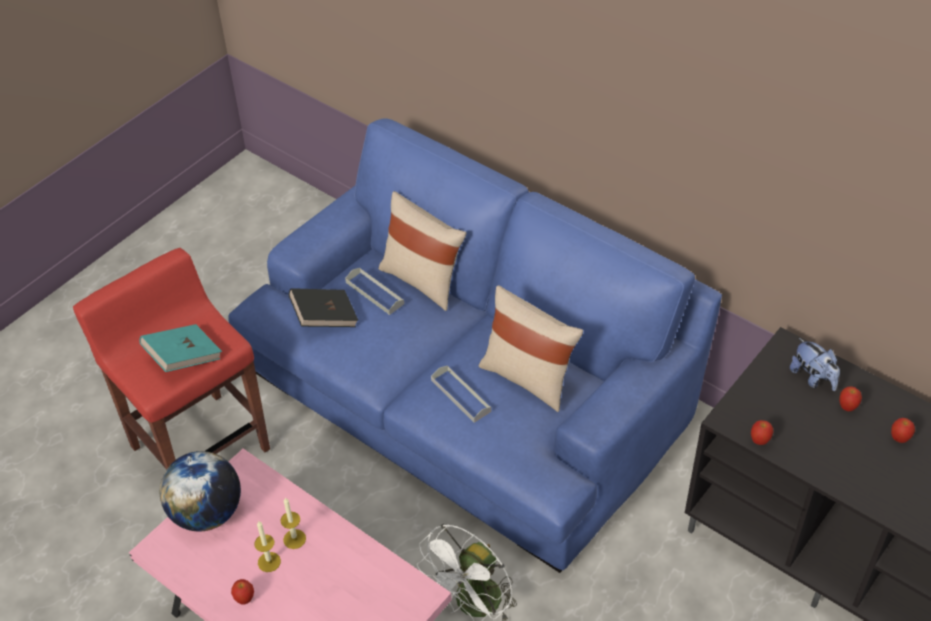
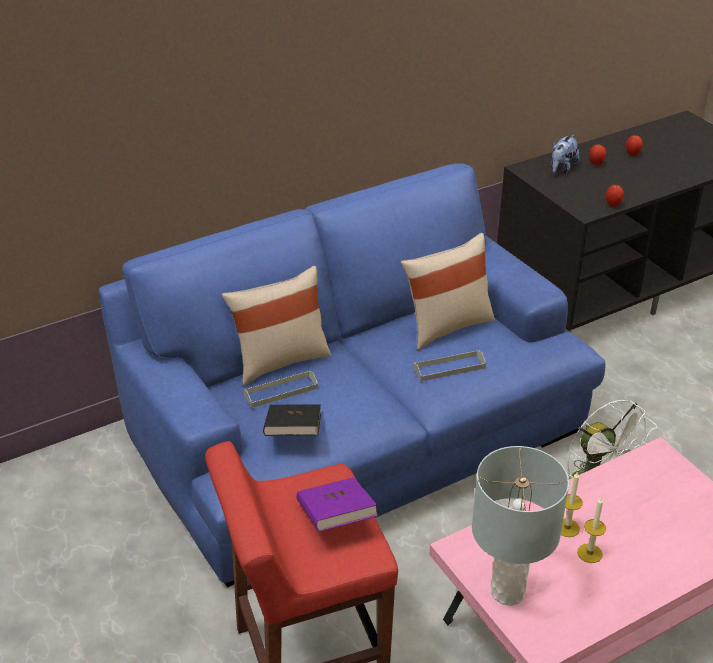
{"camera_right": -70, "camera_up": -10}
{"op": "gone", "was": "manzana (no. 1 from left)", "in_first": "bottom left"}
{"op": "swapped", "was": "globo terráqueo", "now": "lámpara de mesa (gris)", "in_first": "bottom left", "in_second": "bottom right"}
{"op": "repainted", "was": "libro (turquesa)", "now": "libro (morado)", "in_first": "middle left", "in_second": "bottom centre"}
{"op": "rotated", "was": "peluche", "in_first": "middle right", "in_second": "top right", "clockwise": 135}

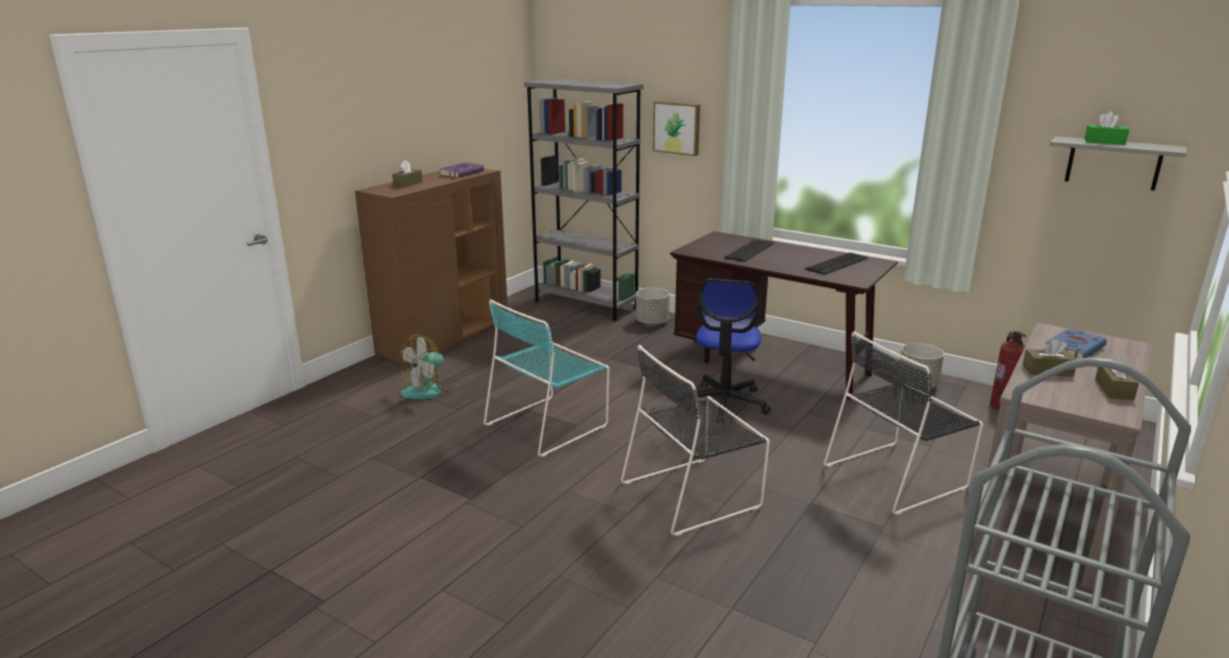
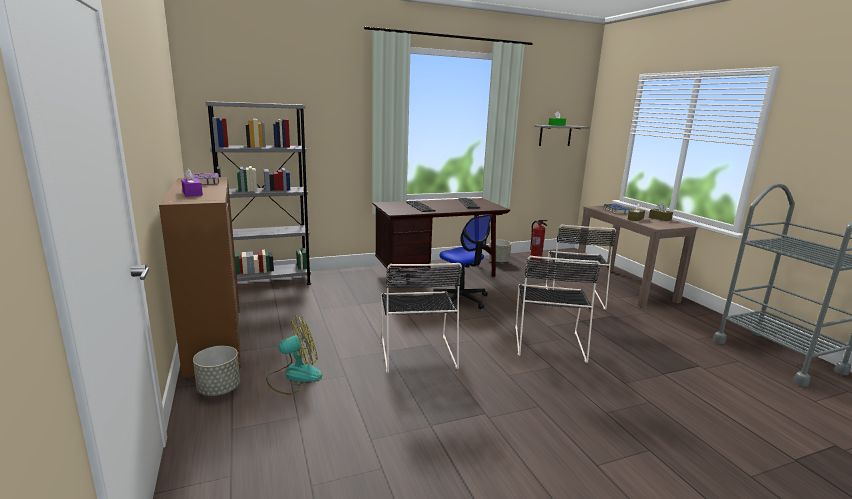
{"camera_right": -55, "camera_up": -5}
{"op": "gone", "was": "cuadro", "in_first": "top centre"}
{"op": "shifted", "was": "maceta (gris) (no. 1 from left)", "in_first": "centre", "in_second": "bottom left"}
{"op": "repainted", "was": "caja de pañuelos (marrón) (no. 1 from left)", "now": "caja de pañuelos (morado)", "in_first": "top left", "in_second": "middle left"}
{"op": "repainted", "was": "silla (turquesa)", "now": "silla (negro) (no. 1 from left)", "in_first": "centre", "in_second": "centre"}
{"op": "rotated", "was": "ventilador", "in_first": "centre", "in_second": "bottom centre", "clockwise": -105}

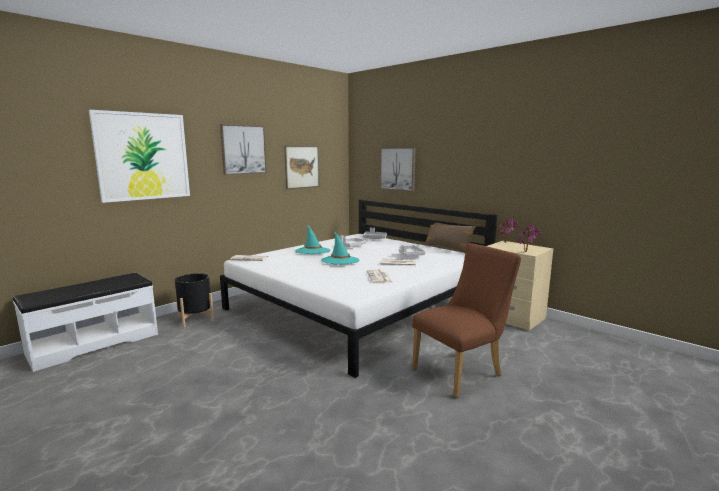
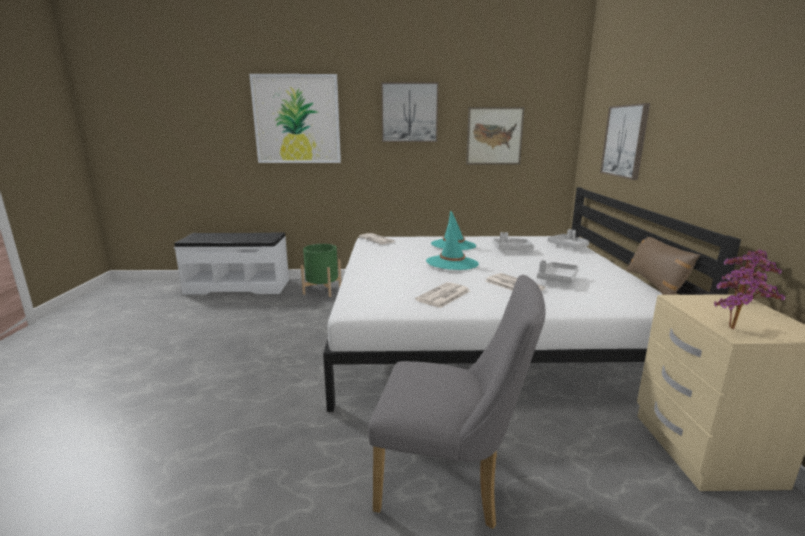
{"camera_right": 45, "camera_up": 5}
{"op": "repainted", "was": "maceta (negro)", "now": "maceta (verde)", "in_first": "middle left", "in_second": "centre"}
{"op": "repainted", "was": "silla (marrón)", "now": "silla (gris)", "in_first": "centre", "in_second": "bottom centre"}

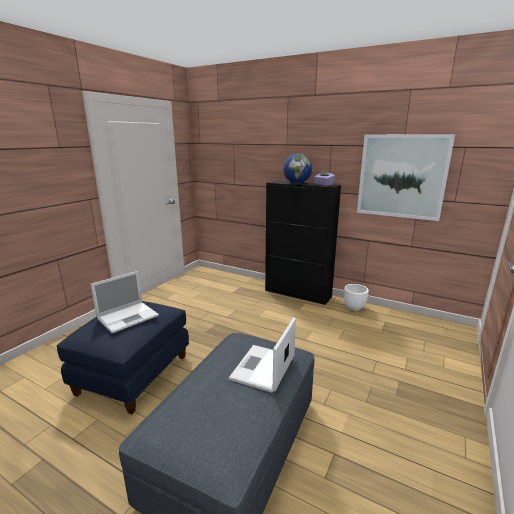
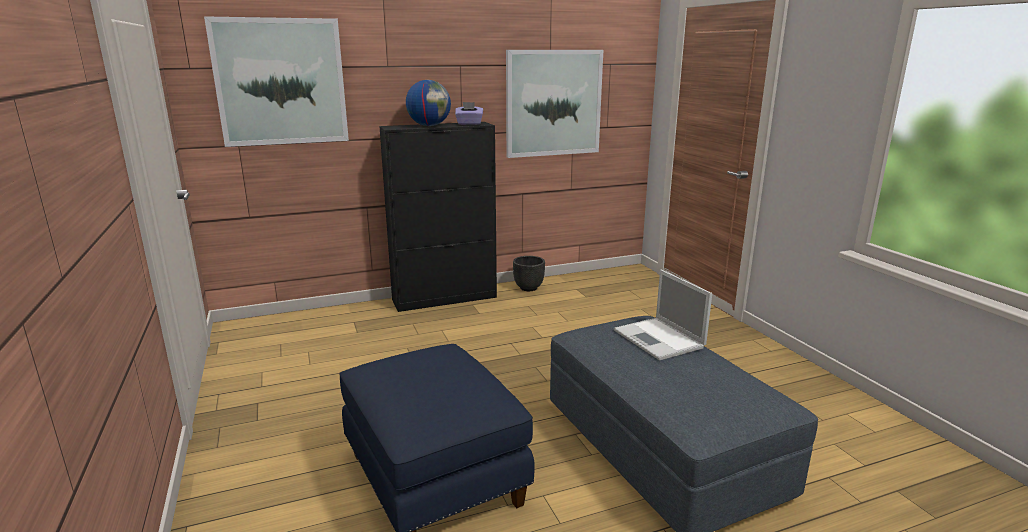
{"camera_right": -50, "camera_up": 0}
{"op": "gone", "was": "portátil (no. 1 from left)", "in_first": "middle left"}
{"op": "new", "now": "cuadro (no. 1 from left)", "in_second": "top left"}
{"op": "repainted", "was": "maceta (blanco)", "now": "maceta (negro)", "in_first": "middle right", "in_second": "centre"}

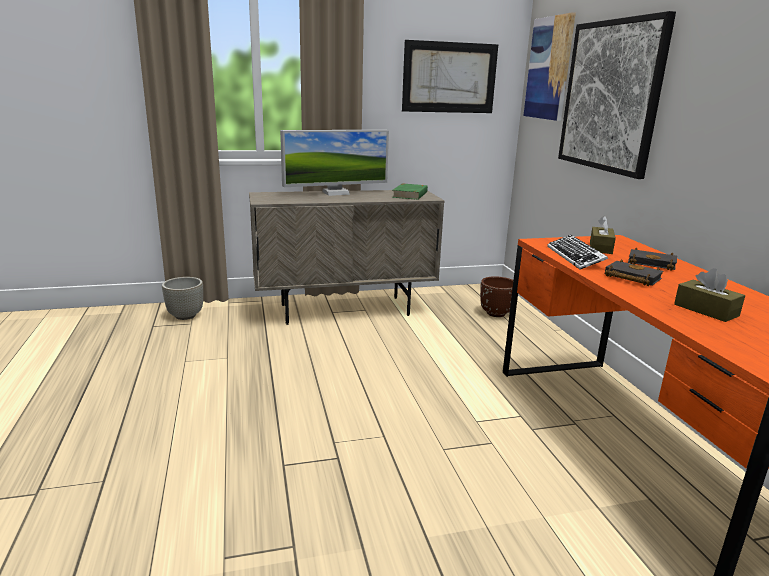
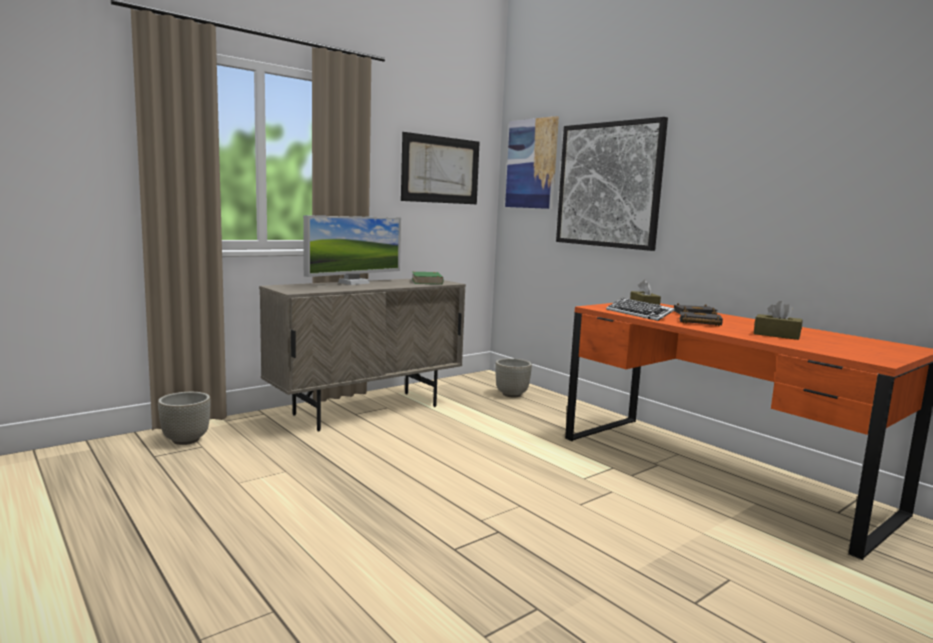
{"camera_right": -25, "camera_up": -10}
{"op": "repainted", "was": "maceta (marrón)", "now": "maceta (gris) (no. 2 from left)", "in_first": "centre", "in_second": "centre"}

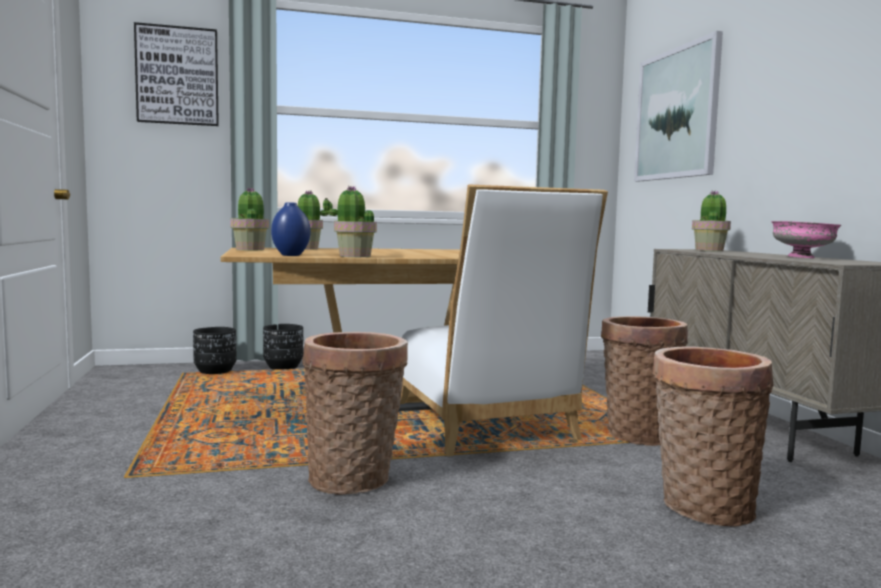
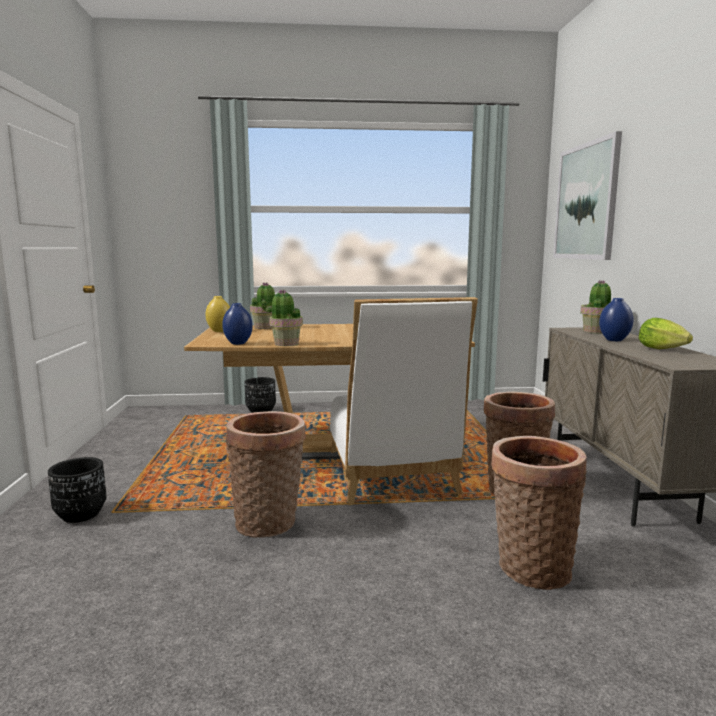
{"camera_right": 10, "camera_up": 5}
{"op": "gone", "was": "cuadro (no. 1 from left)", "in_first": "top left"}
{"op": "new", "now": "florero (azul) (no. 2 from left)", "in_second": "middle right"}
{"op": "shifted", "was": "maceta (negro) (no. 1 from left)", "in_first": "middle left", "in_second": "bottom left"}
{"op": "swapped", "was": "planta en maceta (no. 1 from left)", "now": "florero (amarillo)", "in_first": "middle left", "in_second": "middle left"}
{"op": "swapped", "was": "cuenco (rosa)", "now": "lechuga", "in_first": "middle right", "in_second": "middle right"}

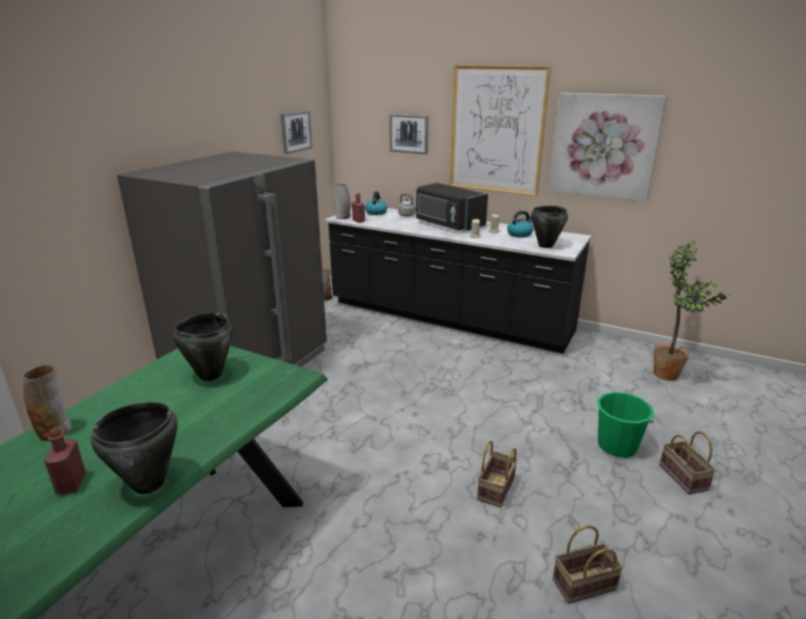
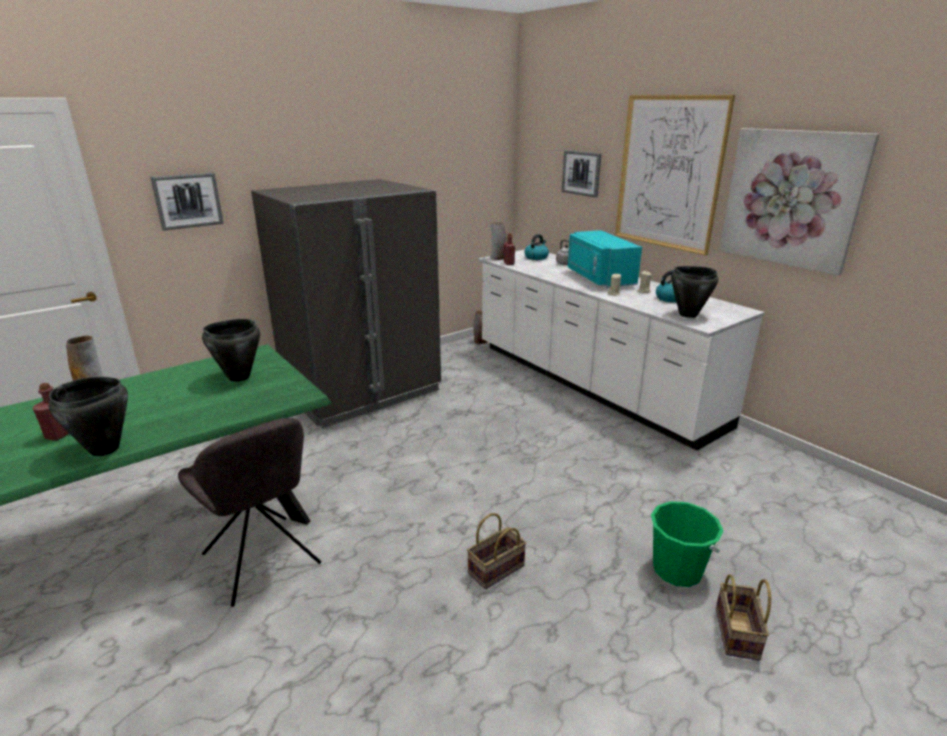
{"camera_right": 25, "camera_up": 0}
{"op": "gone", "was": "cesta (no. 2 from left)", "in_first": "bottom right"}
{"op": "gone", "was": "planta en maceta", "in_first": "middle right"}
{"op": "new", "now": "silla (gris)", "in_second": "bottom left"}
{"op": "shifted", "was": "cuadro (no. 1 from left)", "in_first": "top centre", "in_second": "top left"}
{"op": "repainted", "was": "mueble bajo de cocina (negro)", "now": "mueble bajo de cocina (blanco)", "in_first": "centre", "in_second": "centre"}
{"op": "repainted", "was": "microondas (negro)", "now": "microondas (turquesa)", "in_first": "centre", "in_second": "centre"}

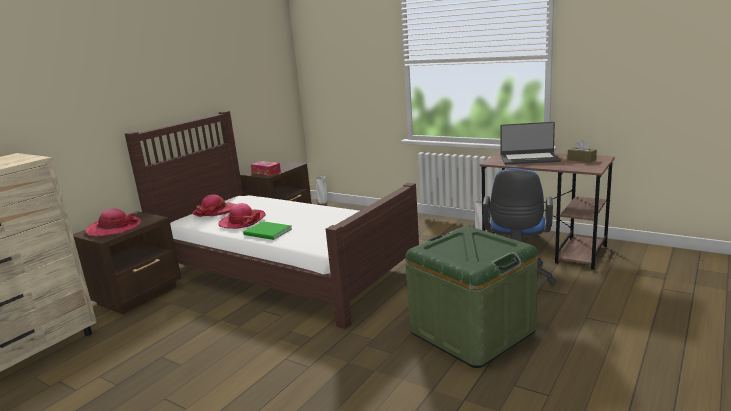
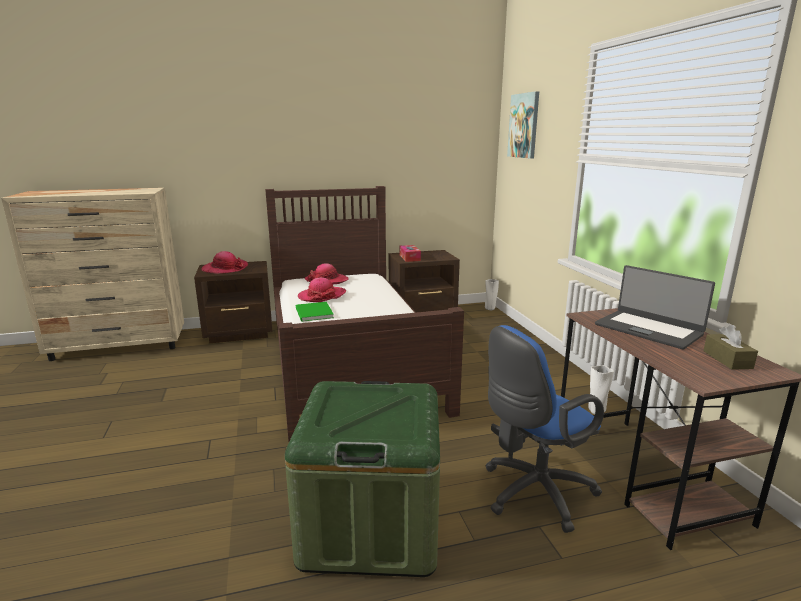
{"camera_right": 40, "camera_up": 0}
{"op": "new", "now": "cuadro", "in_second": "top centre"}

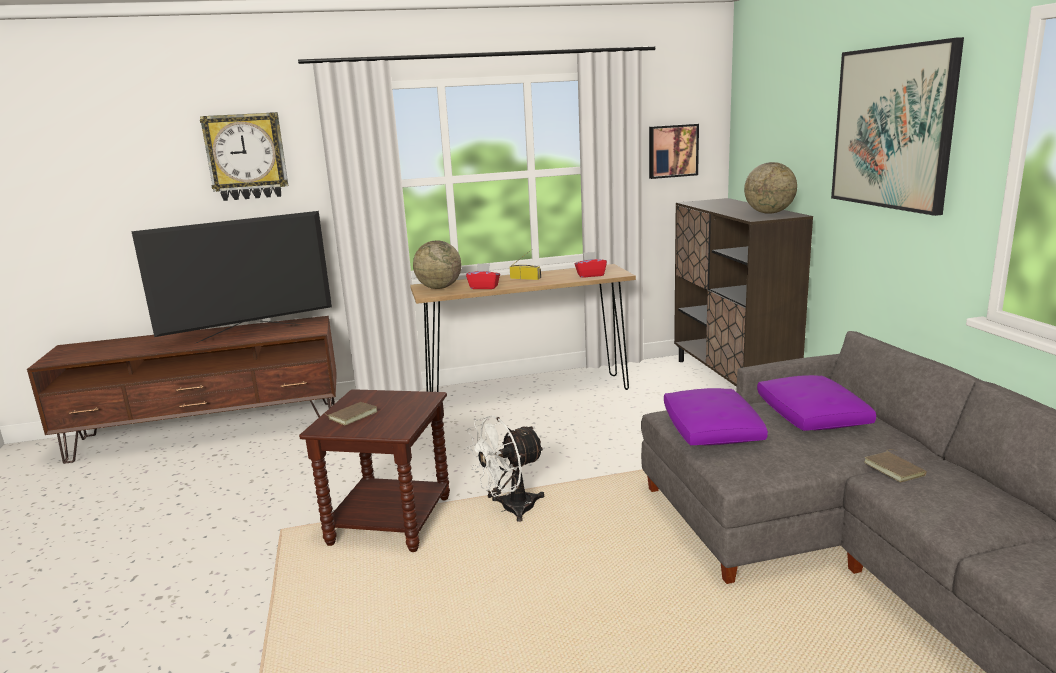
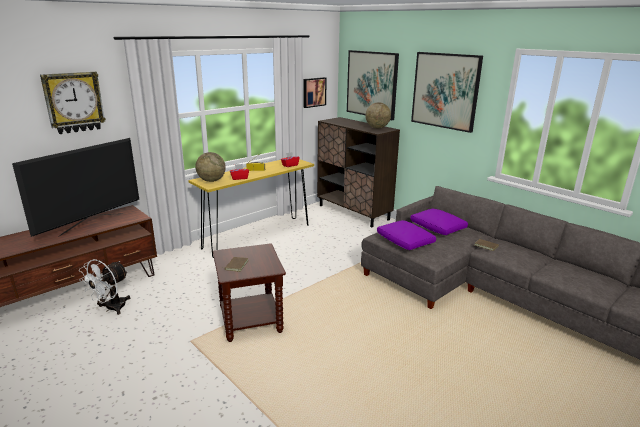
{"camera_right": -30, "camera_up": 5}
{"op": "new", "now": "cuadro (no. 2 from left)", "in_second": "top centre"}
{"op": "shifted", "was": "ventilador (blanco)", "in_first": "bottom centre", "in_second": "bottom left"}
{"op": "repainted", "was": "mesa consola (marrón)", "now": "mesa consola (amarillo)", "in_first": "centre", "in_second": "centre"}

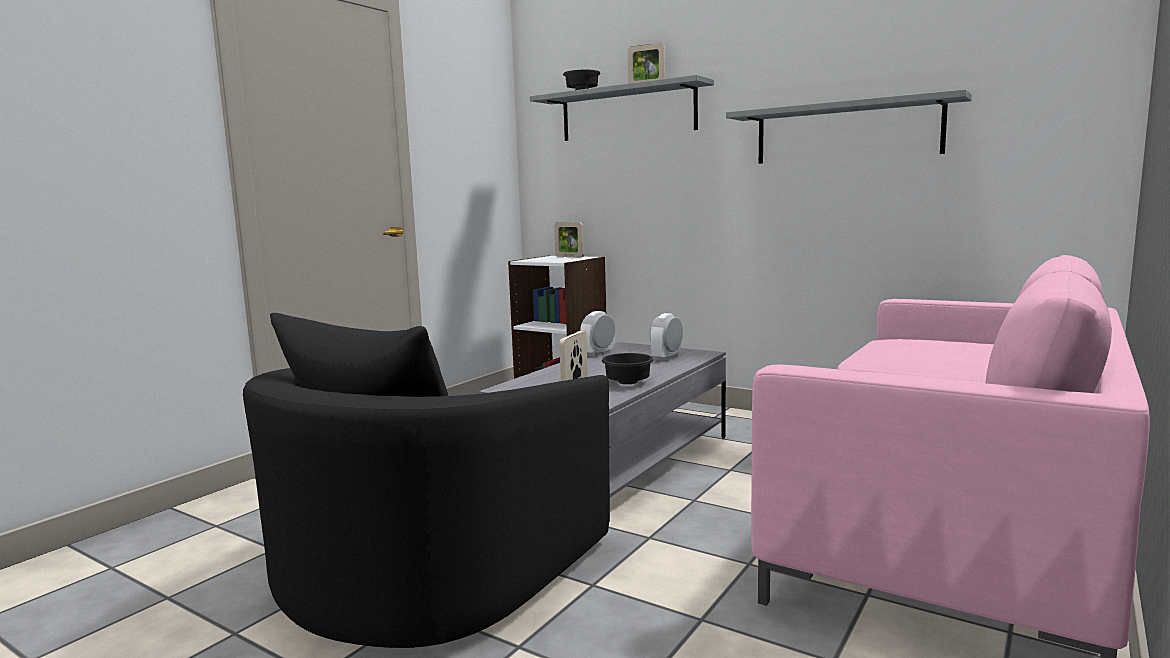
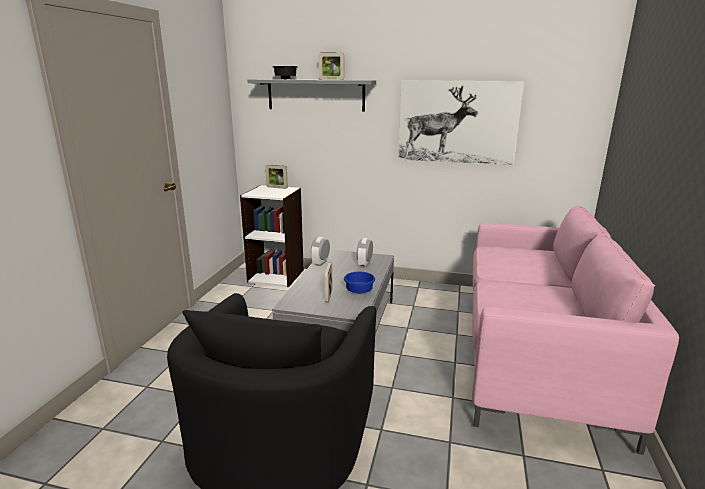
{"camera_right": -20, "camera_up": 10}
{"op": "swapped", "was": "estante (gris) (no. 2 from left)", "now": "cuadro", "in_first": "top right", "in_second": "top centre"}
{"op": "repainted", "was": "cuenco (negro) (no. 2 from left)", "now": "cuenco (azul)", "in_first": "centre", "in_second": "centre"}

